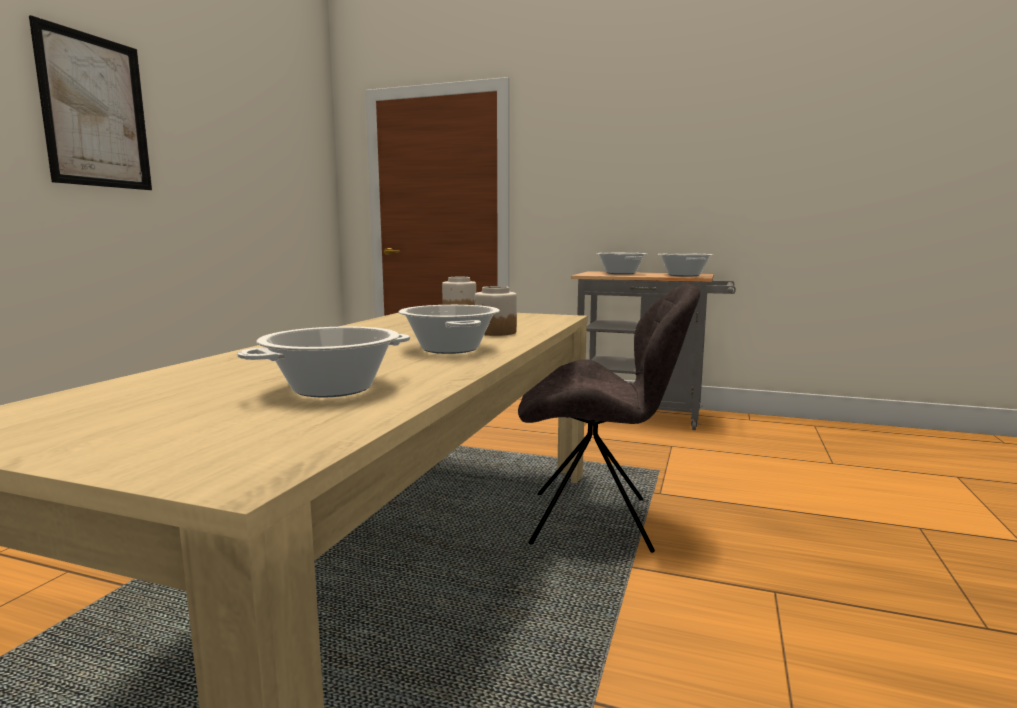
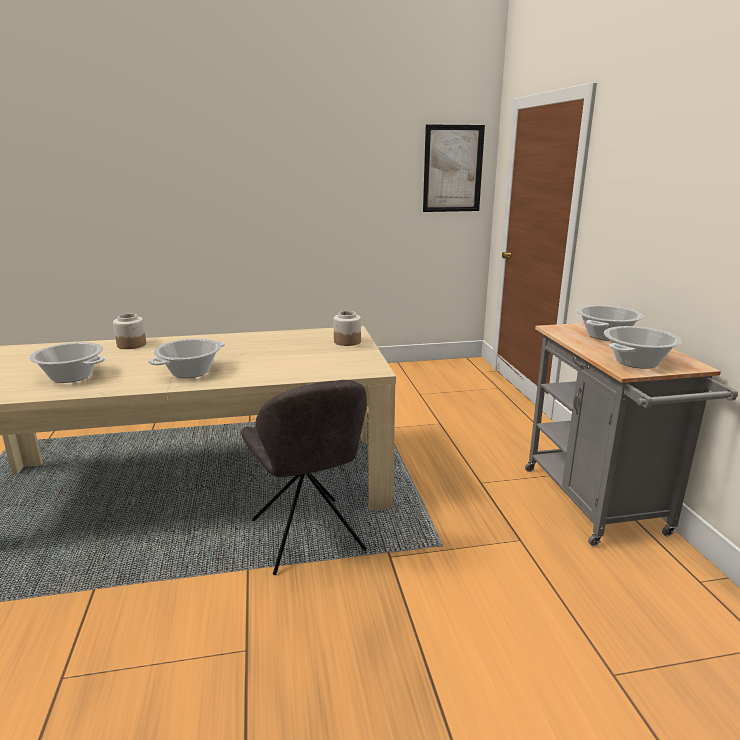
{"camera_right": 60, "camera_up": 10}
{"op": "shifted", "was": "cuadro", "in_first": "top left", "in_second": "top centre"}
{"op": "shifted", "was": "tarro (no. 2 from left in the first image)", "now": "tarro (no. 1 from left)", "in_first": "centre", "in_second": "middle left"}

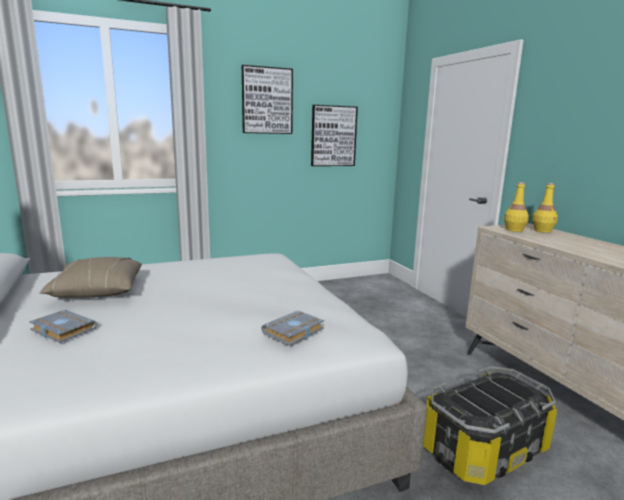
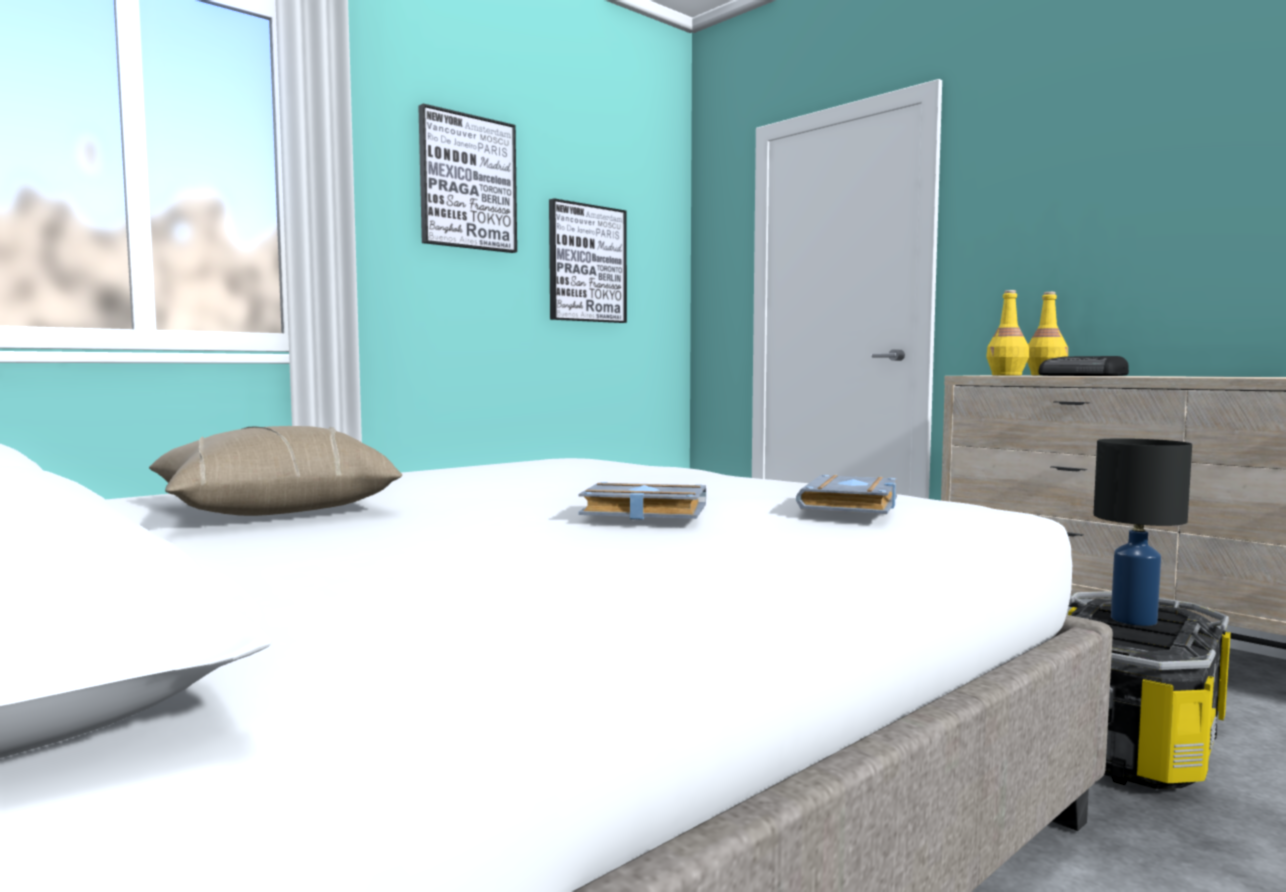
{"camera_right": -20, "camera_up": -10}
{"op": "new", "now": "radio", "in_second": "middle right"}
{"op": "new", "now": "lámpara de mesa (negro)", "in_second": "middle right"}
{"op": "shifted", "was": "libro (gris) (no. 1 from left)", "in_first": "middle left", "in_second": "centre"}

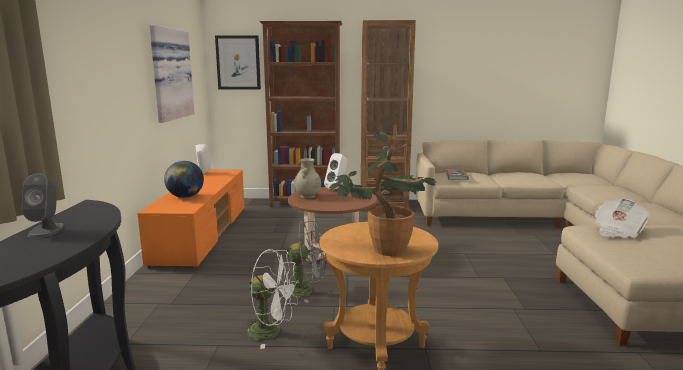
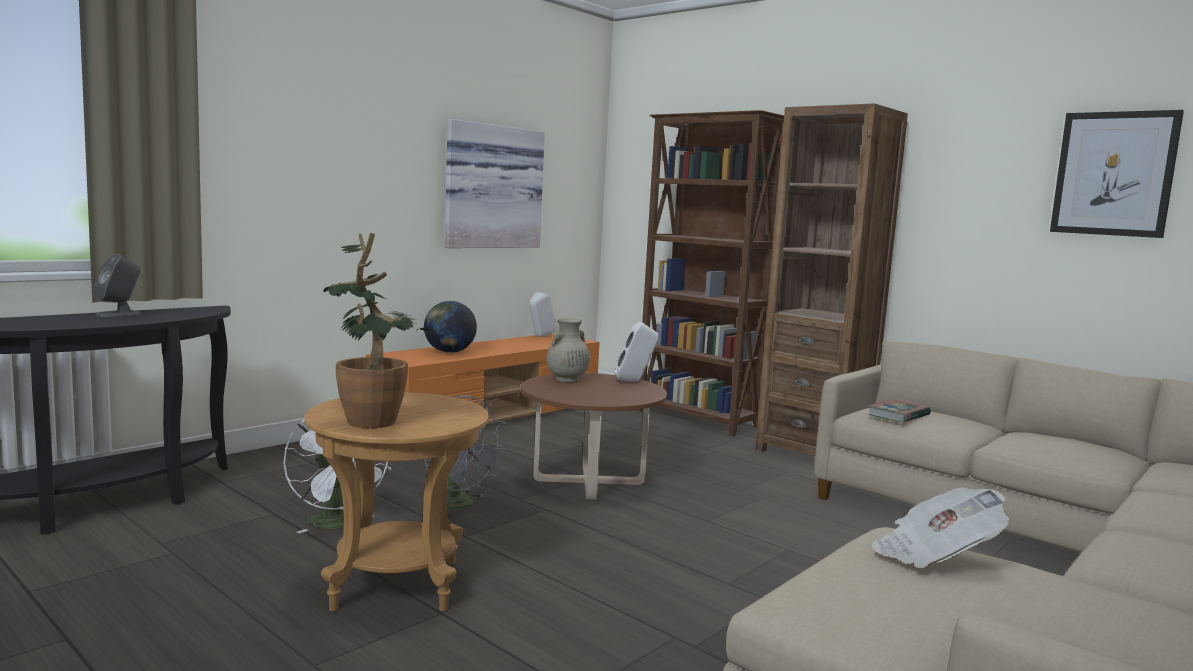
{"camera_right": 40, "camera_up": -5}
{"op": "shifted", "was": "cuadro (no. 2 from left)", "in_first": "top centre", "in_second": "top right"}

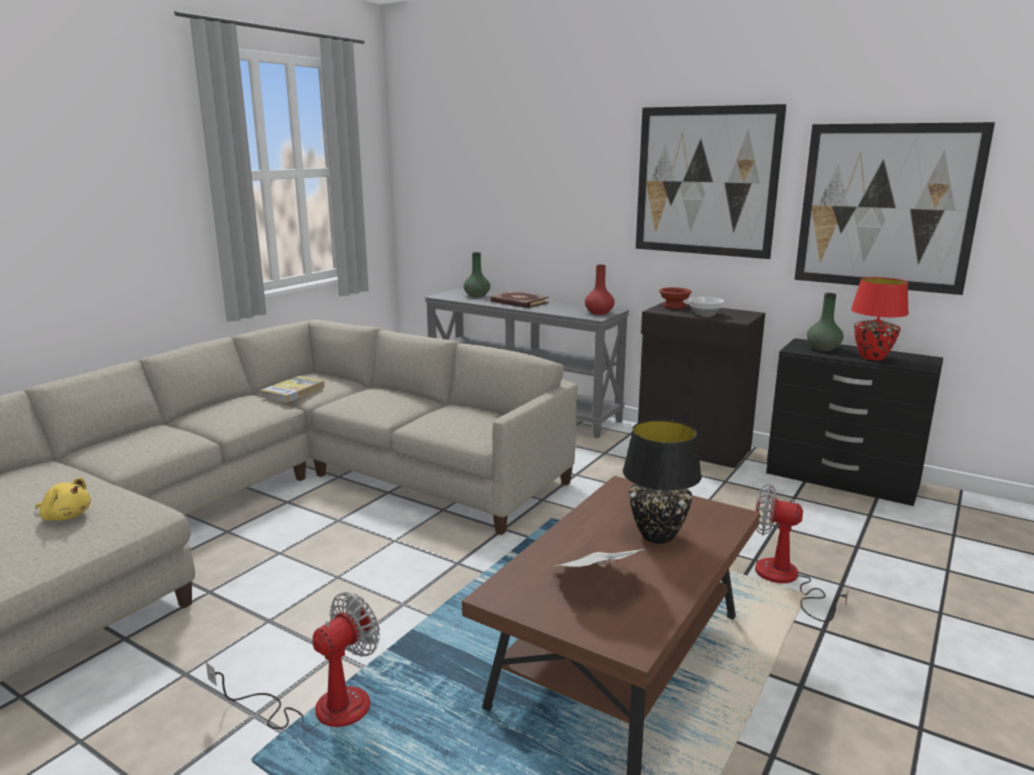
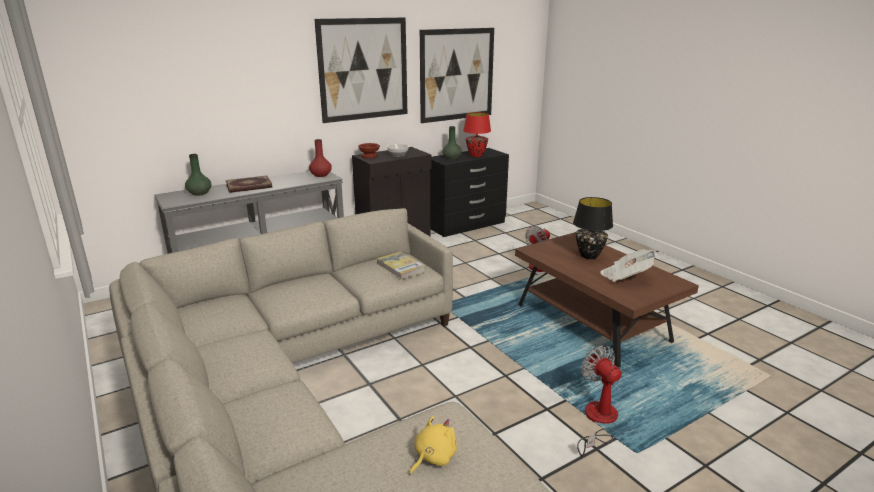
{"camera_right": -65, "camera_up": 5}
{"op": "shifted", "was": "libro (no. 1 from left in the first image)", "now": "libro (no. 2 from left)", "in_first": "middle left", "in_second": "centre"}

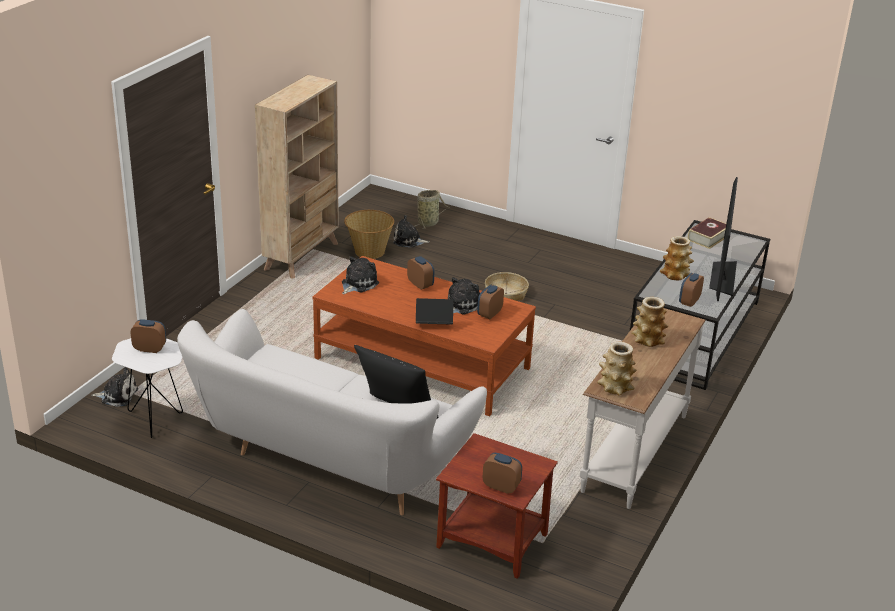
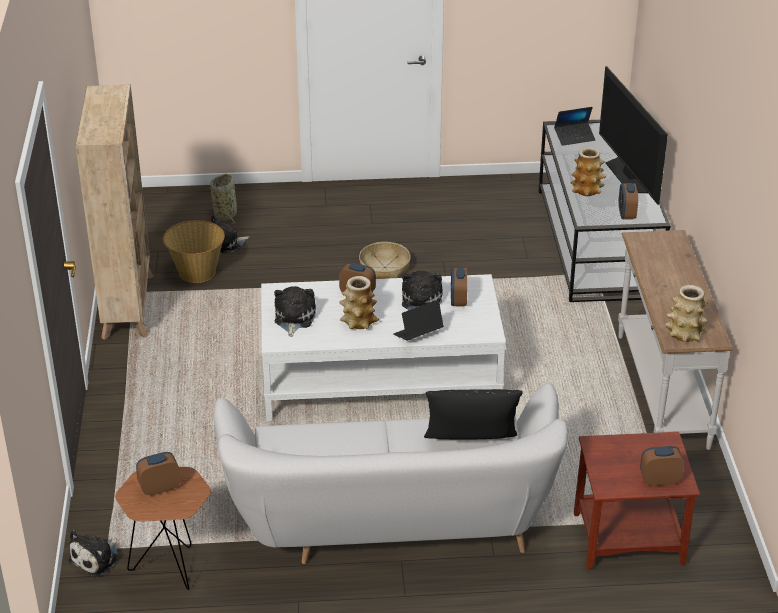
{"camera_right": -30, "camera_up": 5}
{"op": "shifted", "was": "florero (no. 2 from left in the first image)", "now": "florero (no. 1 from left)", "in_first": "middle right", "in_second": "centre"}
{"op": "swapped", "was": "libro", "now": "portátil (no. 2 from left)", "in_first": "middle right", "in_second": "top right"}
{"op": "repainted", "was": "mesa auxiliar (blanco)", "now": "mesa auxiliar (marrón) (no. 1 from left)", "in_first": "middle left", "in_second": "bottom left"}
{"op": "repainted", "was": "mesa de centro (marrón)", "now": "mesa de centro (blanco)", "in_first": "centre", "in_second": "centre"}
{"op": "rotated", "was": "peluche (no. 1 from left)", "in_first": "middle left", "in_second": "bottom left", "clockwise": 150}

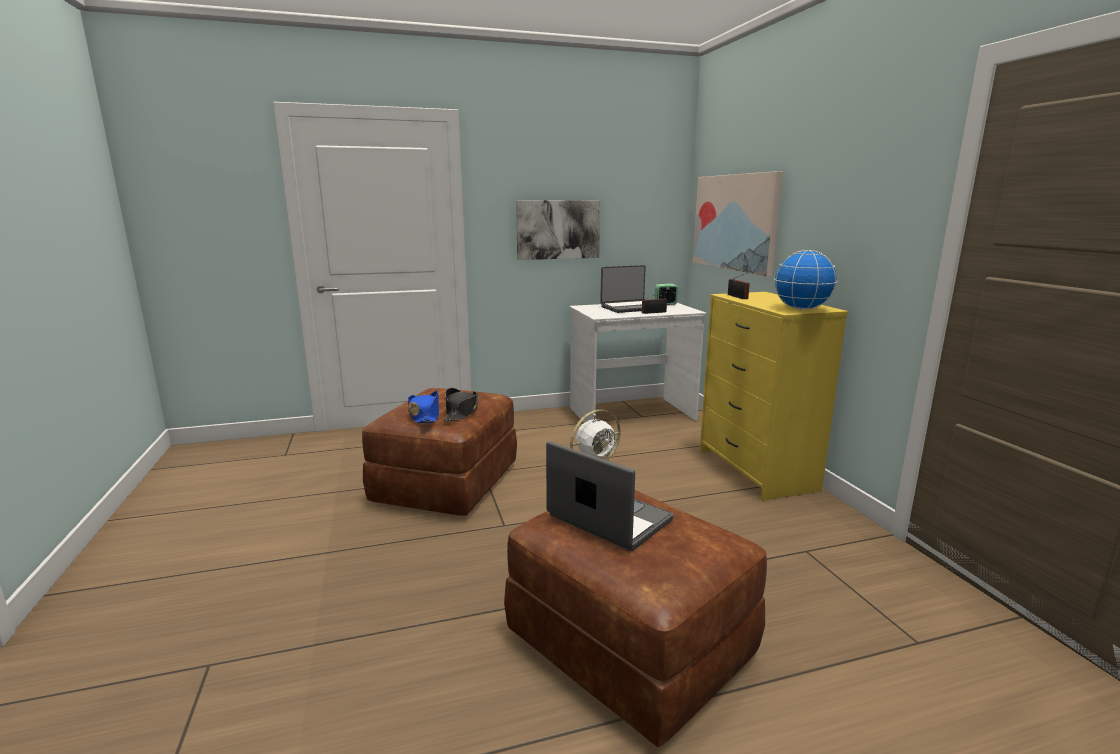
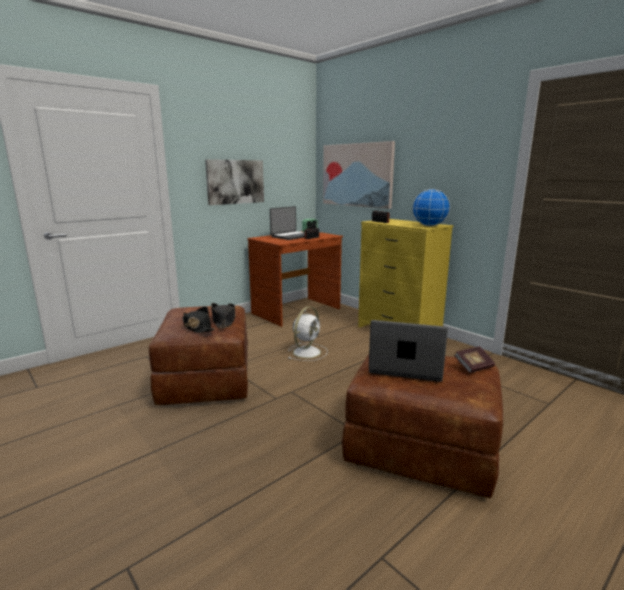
{"camera_right": -25, "camera_up": 0}
{"op": "new", "now": "libro", "in_second": "middle right"}
{"op": "repainted", "was": "sombrero (azul)", "now": "sombrero (negro) (no. 1 from left)", "in_first": "centre", "in_second": "middle left"}
{"op": "repainted", "was": "escritorio (blanco)", "now": "escritorio (marrón)", "in_first": "centre", "in_second": "centre"}

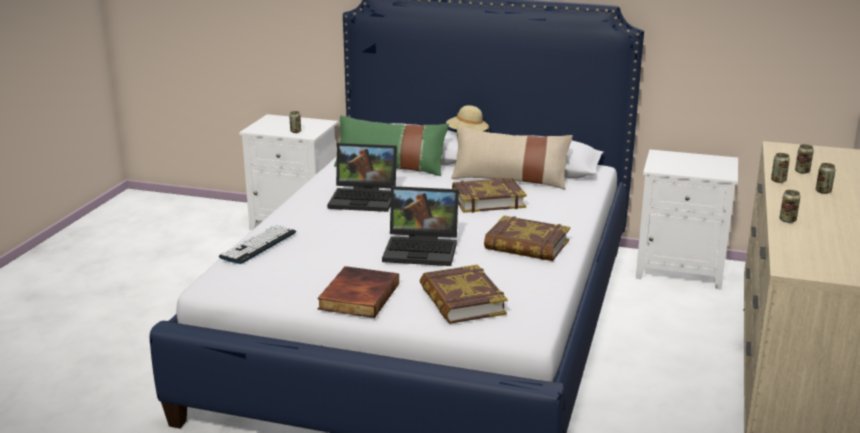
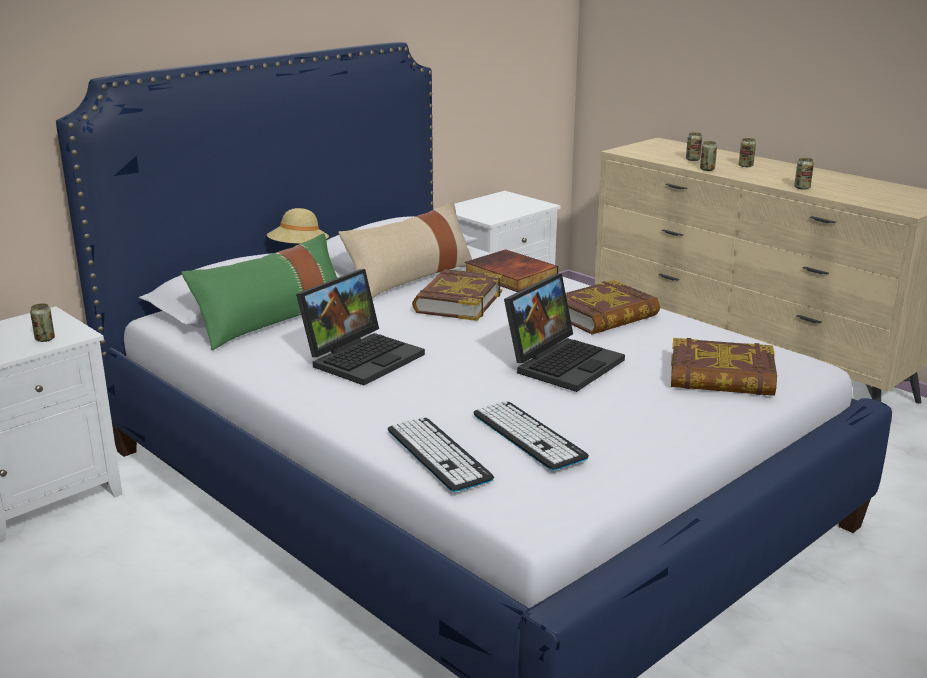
{"camera_right": -60, "camera_up": 0}
{"op": "new", "now": "teclado (no. 2 from left)", "in_second": "centre"}
{"op": "shifted", "was": "libro (no. 1 from left in the first image)", "now": "libro (no. 2 from left)", "in_first": "bottom centre", "in_second": "centre"}

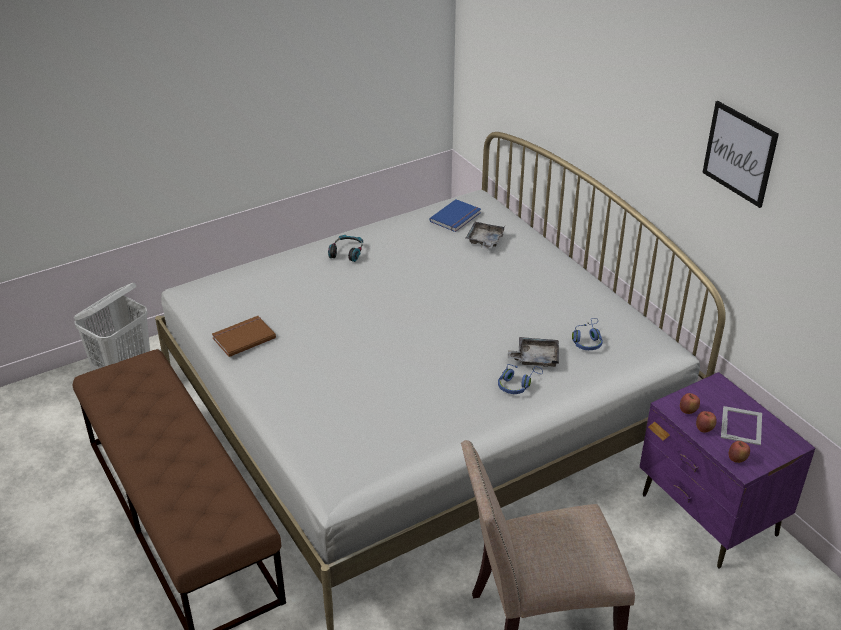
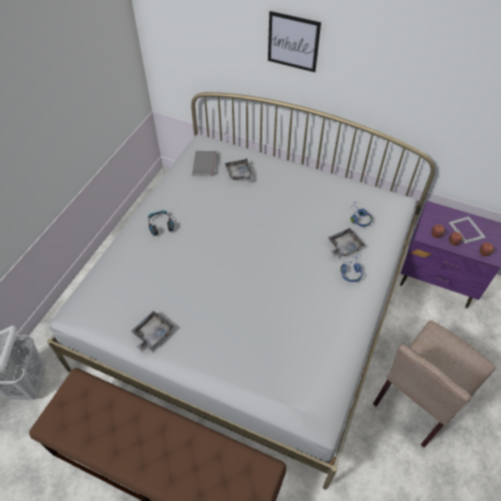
{"camera_right": -35, "camera_up": 15}
{"op": "shifted", "was": "cuadro", "in_first": "top right", "in_second": "top centre"}
{"op": "swapped", "was": "libro (marrón)", "now": "bandeja (gris) (no. 1 from left)", "in_first": "middle left", "in_second": "middle left"}
{"op": "repainted", "was": "libro (azul)", "now": "libro (gris)", "in_first": "centre", "in_second": "top centre"}

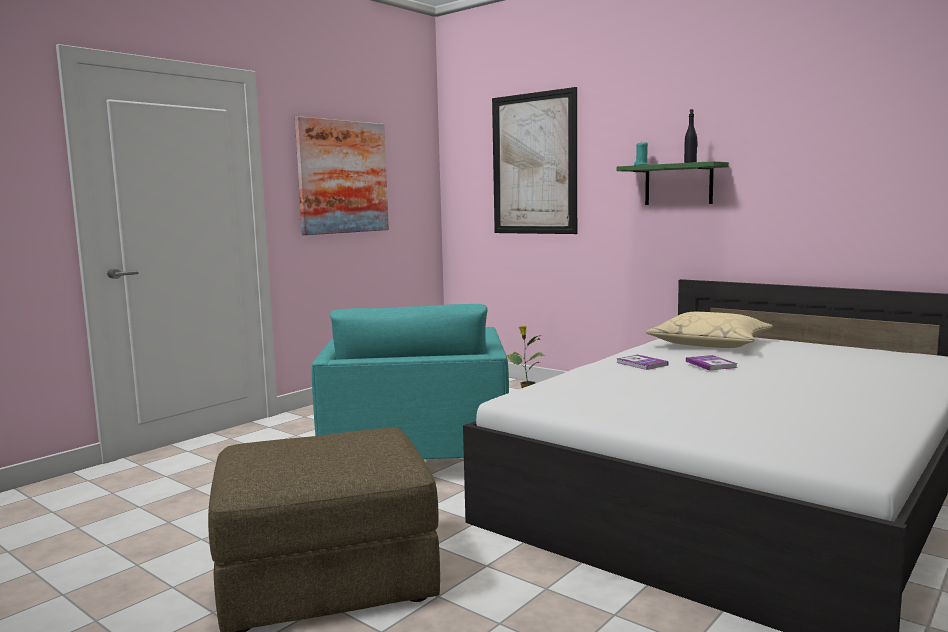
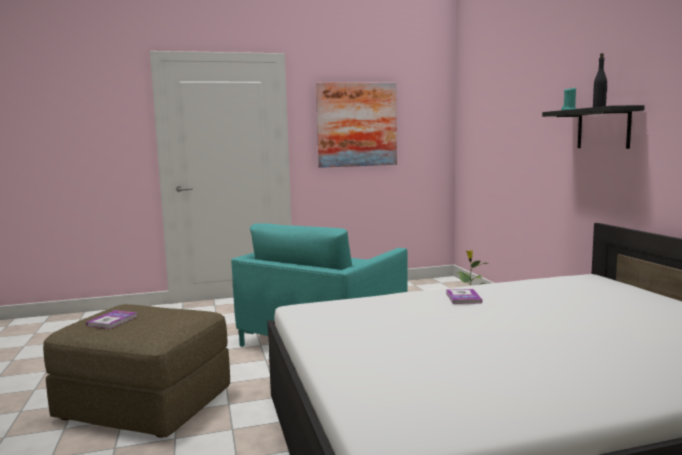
{"camera_right": 35, "camera_up": 0}
{"op": "gone", "was": "cuadro (no. 2 from left)", "in_first": "top centre"}
{"op": "gone", "was": "cojín (beis)", "in_first": "middle right"}
{"op": "shifted", "was": "libro (no. 2 from left in the first image)", "now": "libro (no. 1 from left)", "in_first": "middle right", "in_second": "bottom left"}
{"op": "repainted", "was": "estante (verde)", "now": "estante (negro)", "in_first": "top right", "in_second": "top right"}

